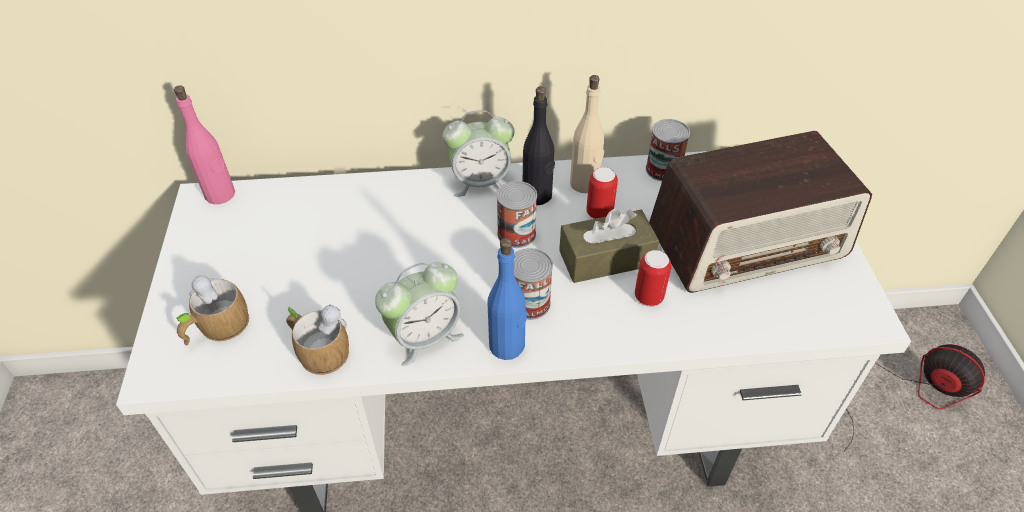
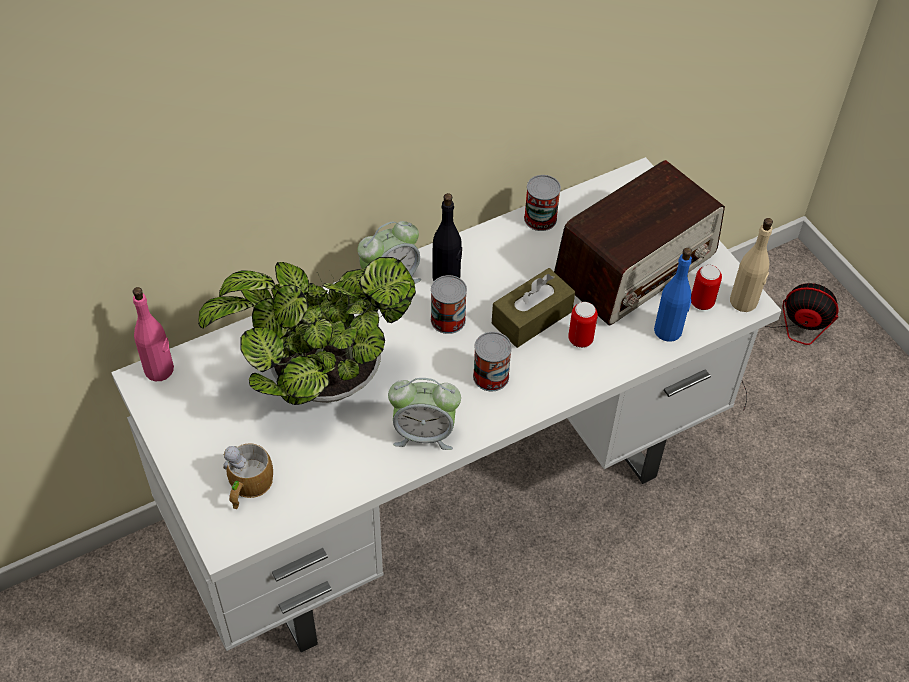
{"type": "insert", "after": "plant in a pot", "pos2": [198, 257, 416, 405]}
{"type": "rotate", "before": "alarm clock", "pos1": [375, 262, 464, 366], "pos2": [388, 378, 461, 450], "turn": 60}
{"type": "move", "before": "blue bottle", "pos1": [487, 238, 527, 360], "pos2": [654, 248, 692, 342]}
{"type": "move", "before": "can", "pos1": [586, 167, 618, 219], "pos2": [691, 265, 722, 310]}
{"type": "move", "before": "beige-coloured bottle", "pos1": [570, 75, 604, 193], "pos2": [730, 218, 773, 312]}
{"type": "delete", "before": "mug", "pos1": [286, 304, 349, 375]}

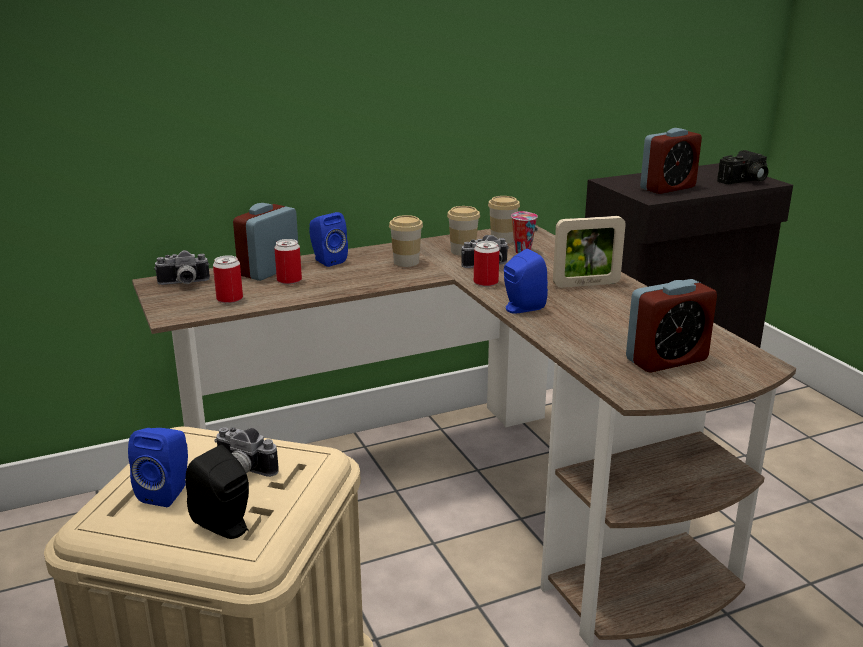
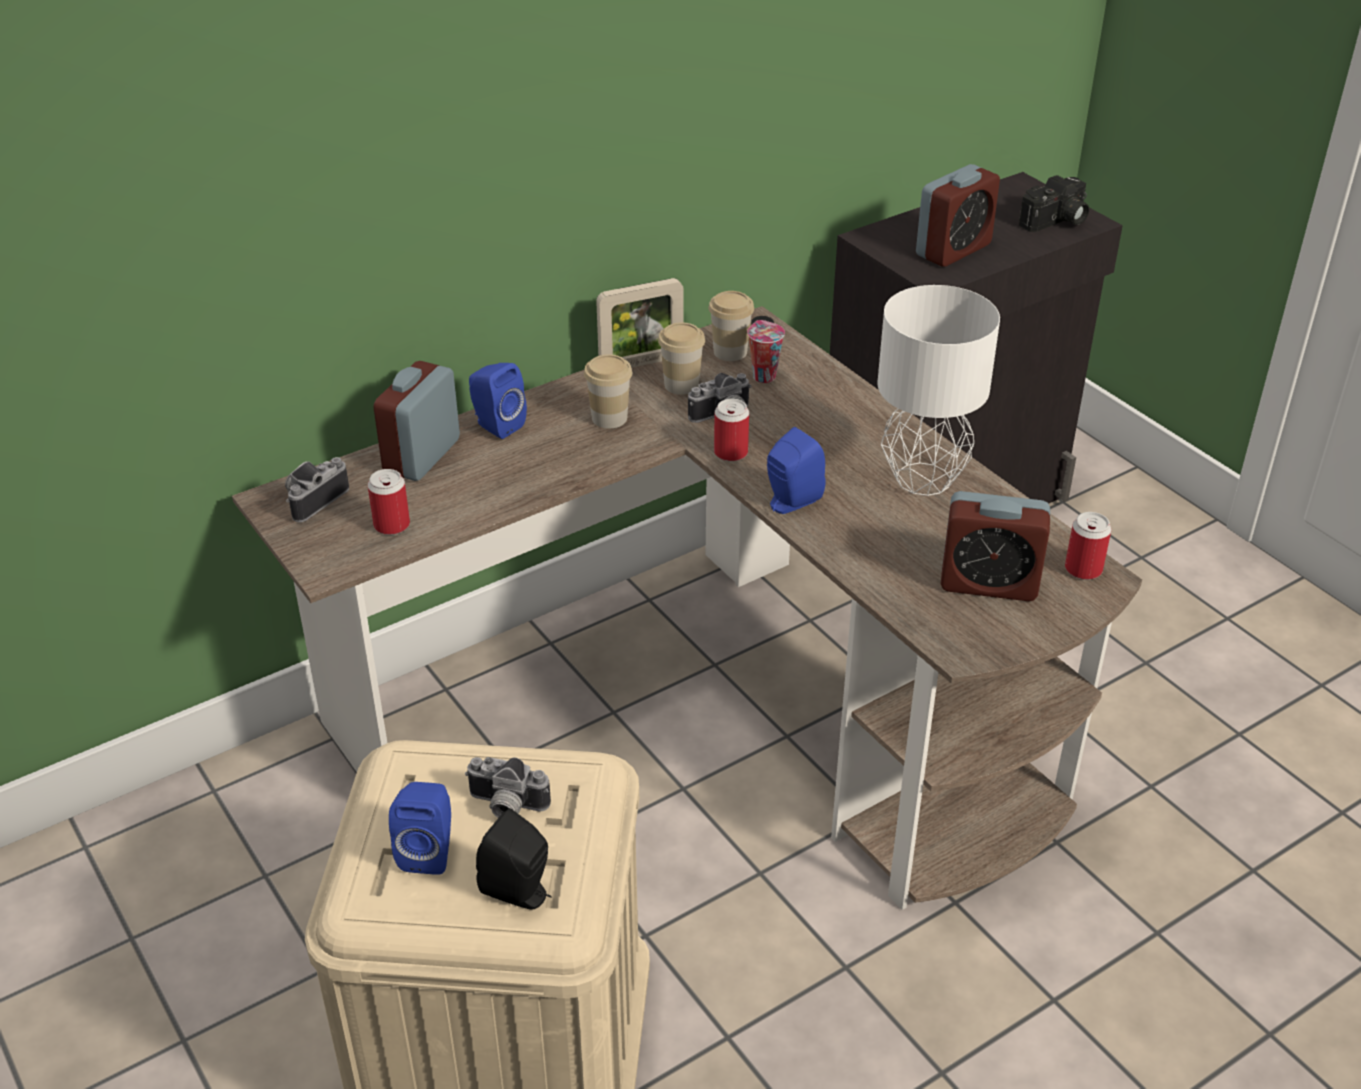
{"type": "rotate", "before": "still camera", "pos1": [154, 250, 210, 285], "pos2": [285, 457, 349, 522], "turn": 150}
{"type": "move", "before": "standing frame", "pos1": [553, 216, 626, 288], "pos2": [596, 278, 684, 368]}
{"type": "insert", "after": "white-coloured lamp for a table", "pos2": [877, 285, 1000, 496]}
{"type": "rotate", "before": "alarm clock", "pos1": [626, 279, 717, 372], "pos2": [940, 491, 1050, 601], "turn": 45}
{"type": "move", "before": "can", "pos1": [274, 239, 302, 285], "pos2": [1065, 512, 1111, 580]}

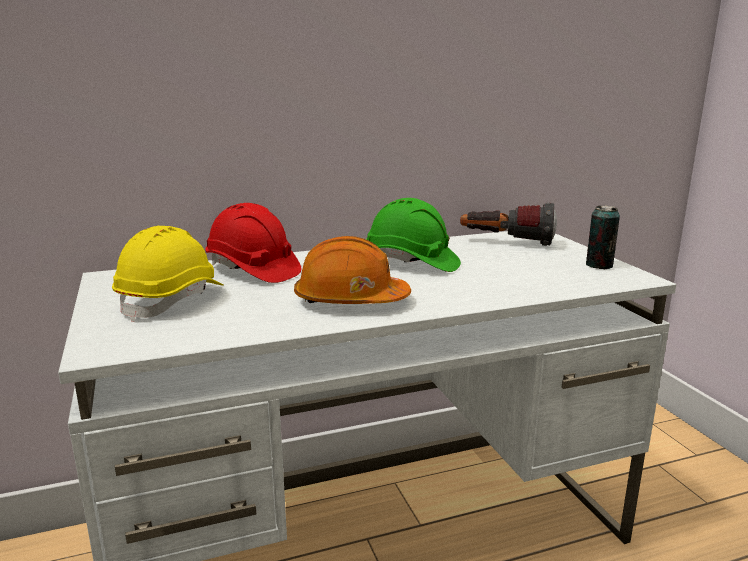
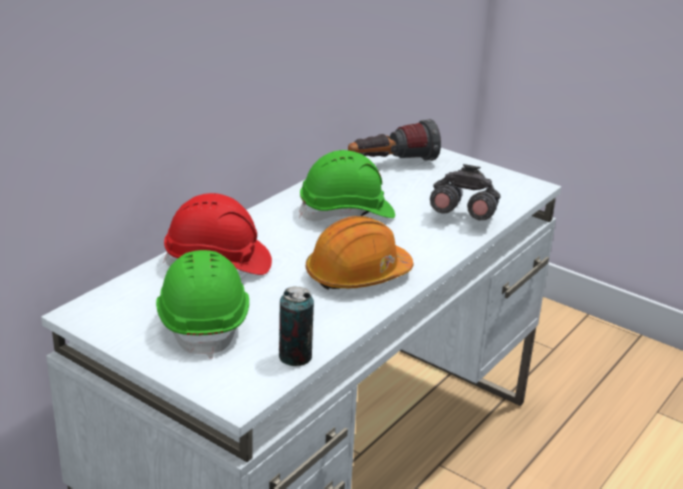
{"type": "recolor", "before": "yellow-coloured work helmet", "after": "green-coloured work helmet", "pos1": [112, 226, 224, 322], "pos2": [156, 250, 249, 358]}
{"type": "move", "before": "can", "pos1": [586, 205, 620, 269], "pos2": [279, 286, 314, 366]}
{"type": "insert", "after": "gray binoculars", "pos2": [430, 164, 501, 221]}

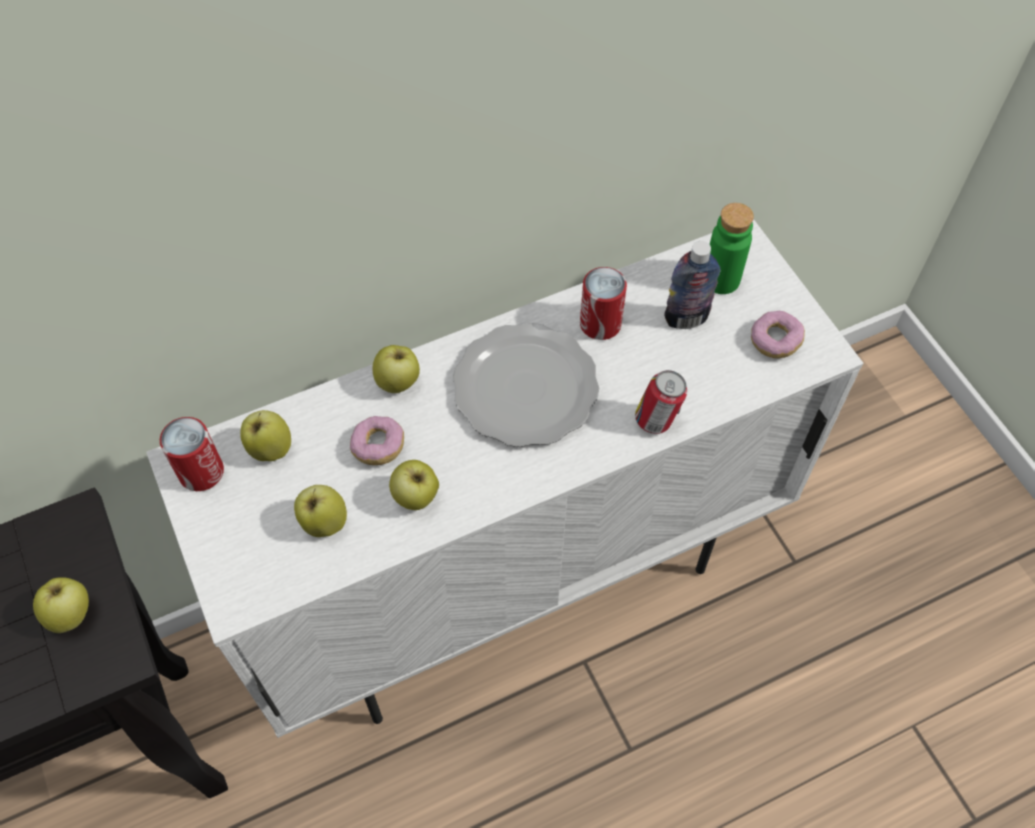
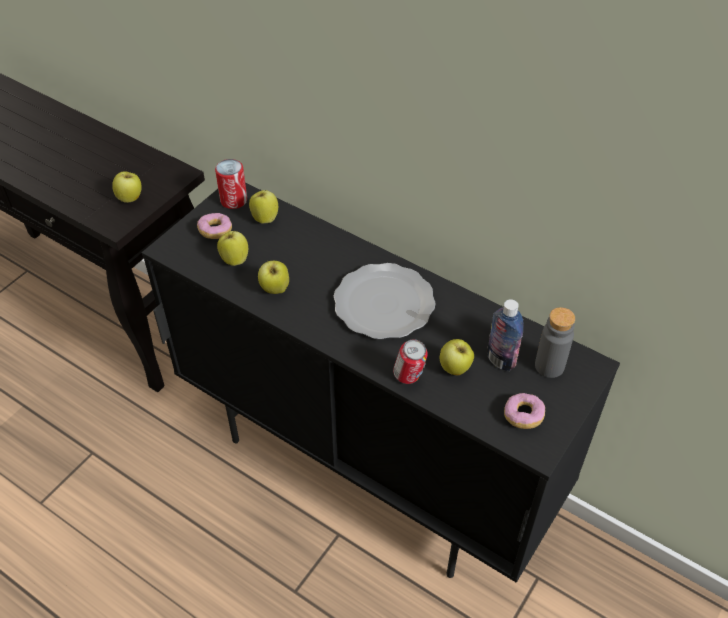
{"type": "recolor", "before": "white-coloured cabinet", "after": "black-coloured cabinet", "pos1": [146, 219, 863, 738], "pos2": [142, 183, 620, 582]}
{"type": "move", "before": "ring doughnut", "pos1": [350, 416, 404, 465], "pos2": [197, 213, 232, 239]}
{"type": "move", "before": "whole apple", "pos1": [372, 345, 420, 393], "pos2": [440, 339, 474, 375]}
{"type": "recolor", "before": "green-coloured bottle", "after": "gray bottle", "pos1": [710, 203, 754, 294], "pos2": [535, 307, 575, 378]}
{"type": "delete", "before": "can", "pos1": [580, 267, 627, 340]}

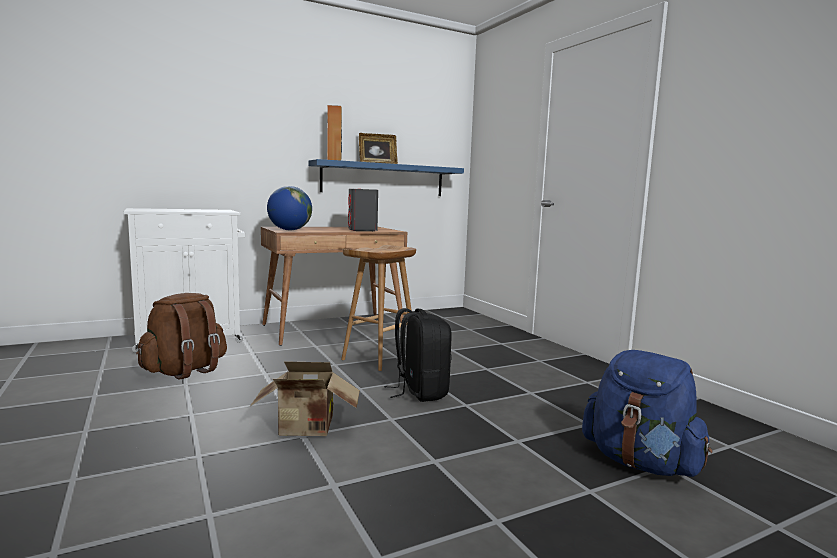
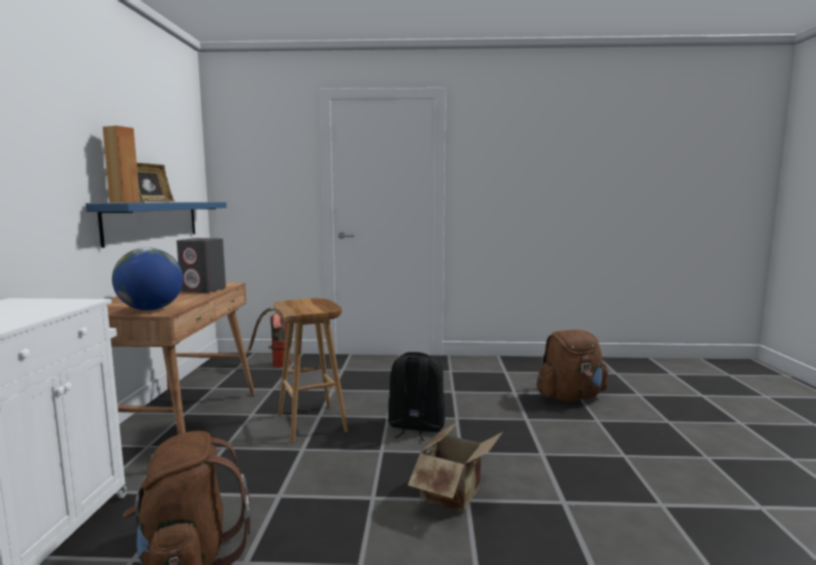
{"type": "insert", "after": "fire extinguisher", "pos2": [246, 307, 290, 368]}
{"type": "recolor", "before": "blue knapsack", "after": "brownish knapsack", "pos1": [582, 350, 712, 477], "pos2": [536, 330, 608, 402]}

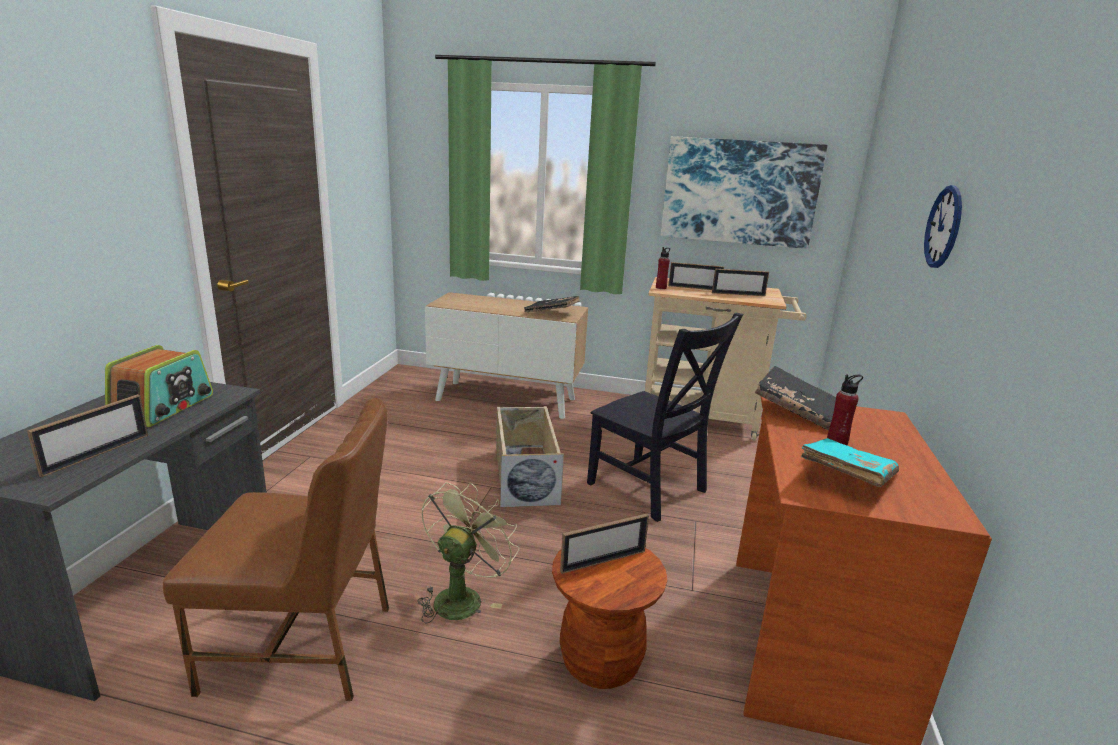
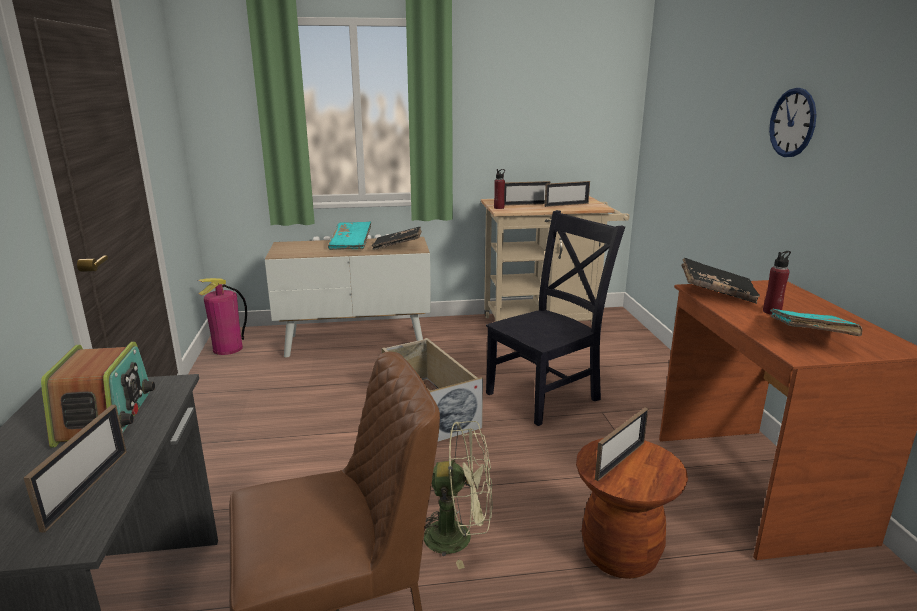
{"type": "insert", "after": "fire extinguisher", "pos2": [198, 278, 247, 355]}
{"type": "insert", "after": "turquoise bound book", "pos2": [328, 222, 371, 250]}
{"type": "rotate", "before": "green-coloured cooling fan", "pos1": [418, 483, 520, 624], "pos2": [424, 421, 492, 569], "turn": 90}
{"type": "rotate", "before": "black-coloured plain chair", "pos1": [587, 313, 743, 522], "pos2": [486, 210, 625, 426], "turn": -60}
{"type": "delete", "before": "wall picture", "pos1": [661, 136, 827, 249]}

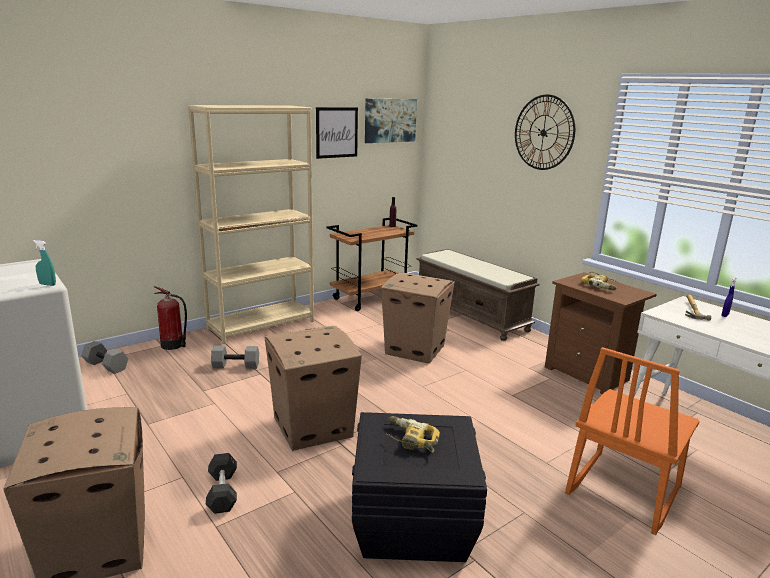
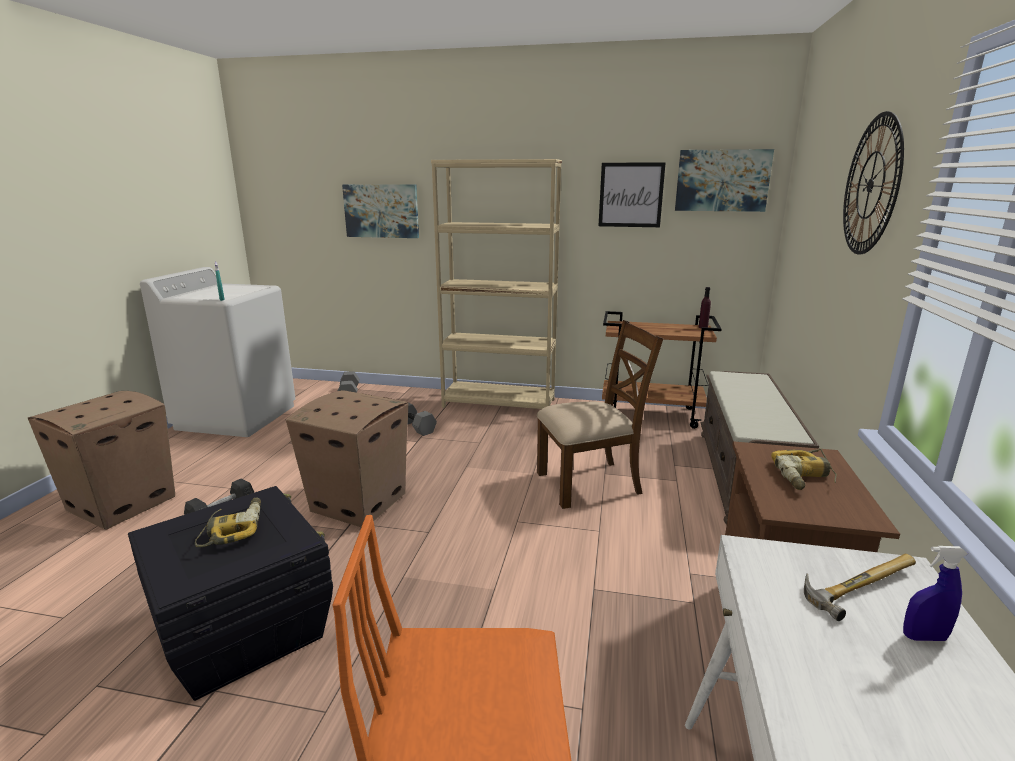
{"type": "insert", "after": "wall picture", "pos2": [342, 184, 419, 238]}
{"type": "replace", "before": "packing box", "after": "brownish plain chair", "pos1": [381, 272, 455, 364], "pos2": [537, 320, 663, 509]}
{"type": "delete", "before": "fire extinguisher", "pos1": [154, 286, 187, 350]}

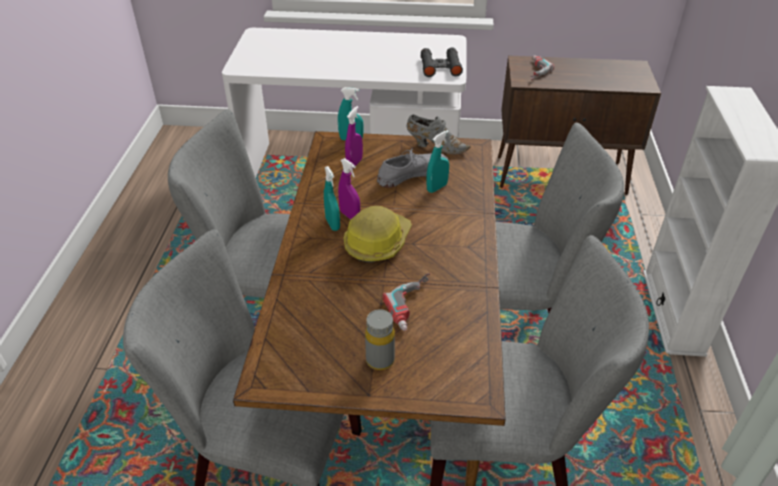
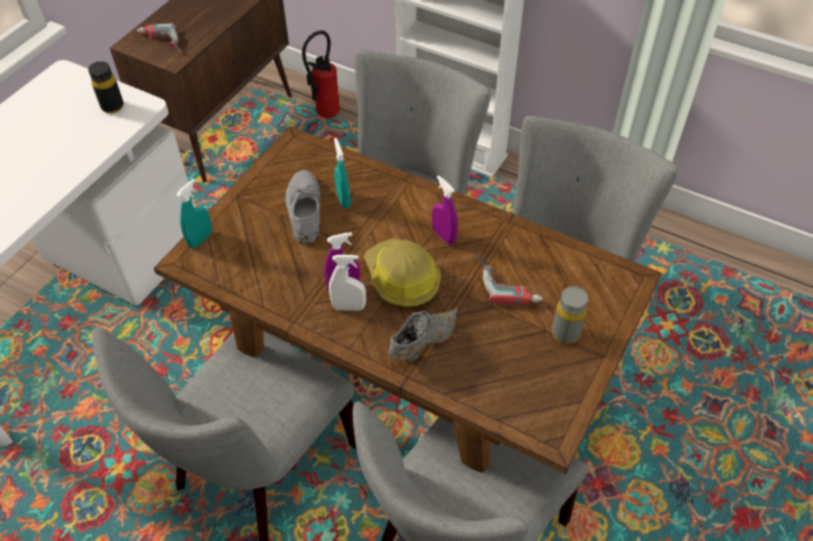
{"type": "replace", "before": "black-coloured binoculars", "after": "black-coloured bottle", "pos1": [420, 48, 463, 77], "pos2": [88, 61, 124, 114]}
{"type": "insert", "after": "fire extinguisher", "pos2": [302, 30, 340, 119]}
{"type": "recolor", "before": "turquoise hand sprayer", "after": "white-coloured hand sprayer", "pos1": [324, 166, 340, 231], "pos2": [329, 255, 366, 311]}
{"type": "move", "before": "gray item of footwear", "pos1": [407, 114, 471, 154], "pos2": [389, 307, 458, 362]}
{"type": "move", "before": "purple-coloured hand sprayer", "pos1": [345, 106, 363, 169], "pos2": [432, 175, 458, 245]}

